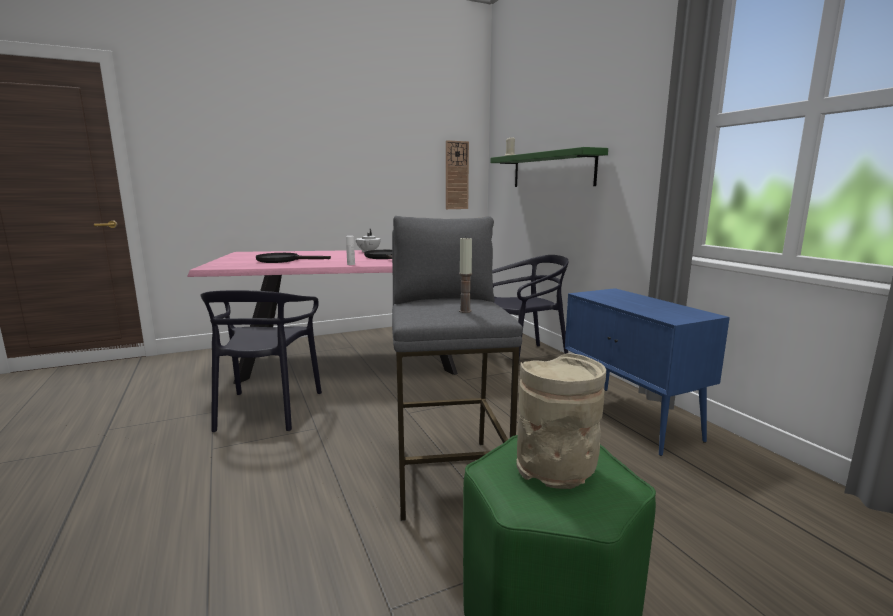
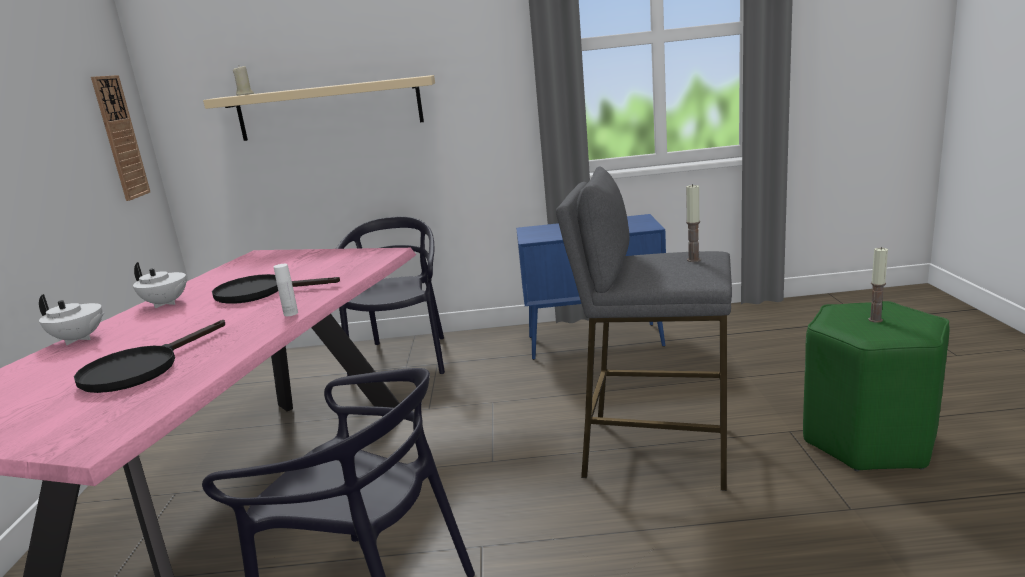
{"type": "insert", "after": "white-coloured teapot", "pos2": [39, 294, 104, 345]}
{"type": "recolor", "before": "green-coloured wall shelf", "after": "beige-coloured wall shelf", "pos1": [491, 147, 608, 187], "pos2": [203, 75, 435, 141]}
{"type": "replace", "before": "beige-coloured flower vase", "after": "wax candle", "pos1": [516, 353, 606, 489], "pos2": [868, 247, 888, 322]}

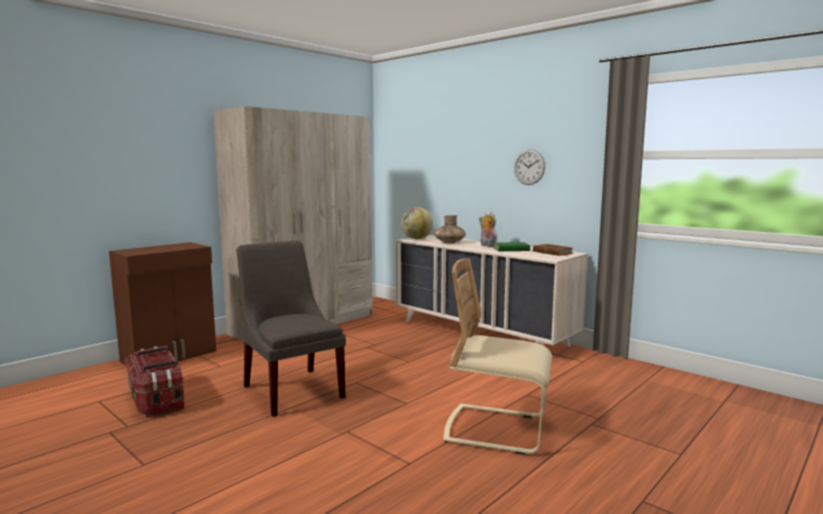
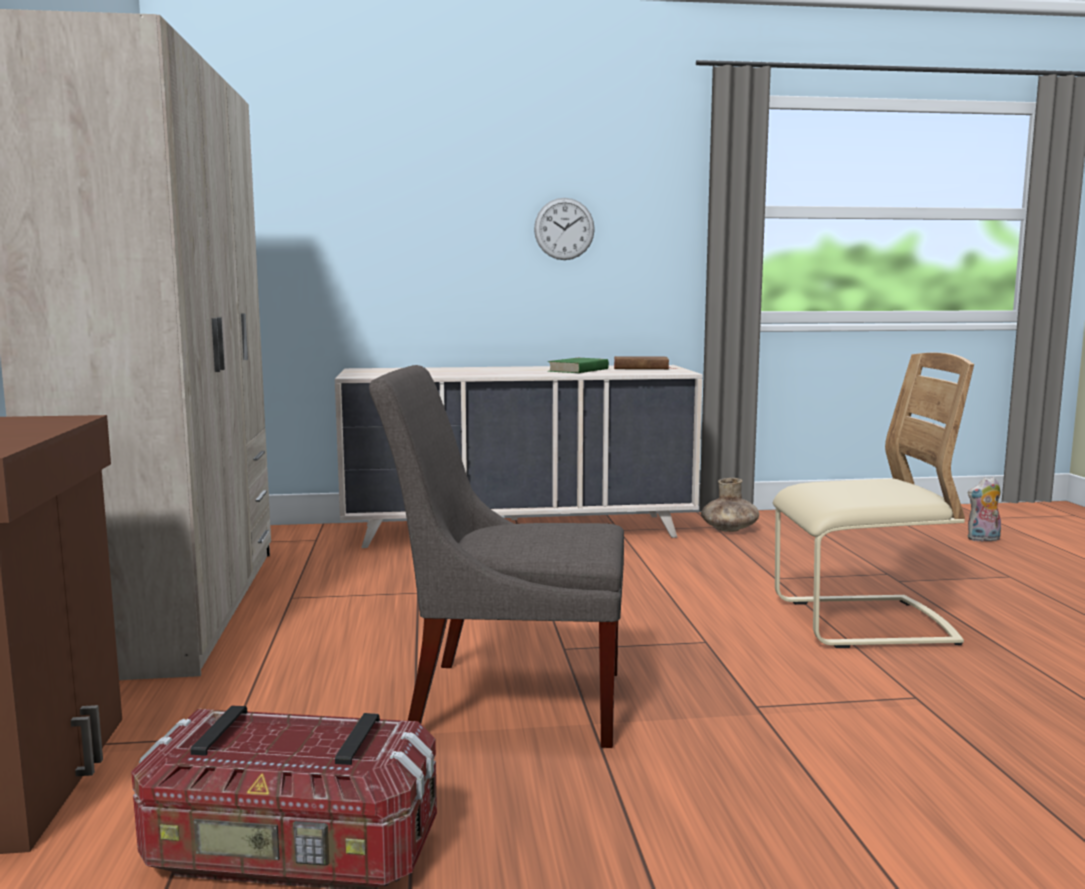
{"type": "move", "before": "brownish flower vase", "pos1": [435, 215, 466, 243], "pos2": [701, 478, 759, 532]}
{"type": "rotate", "before": "beige-coloured plain chair", "pos1": [443, 258, 552, 455], "pos2": [773, 353, 974, 648], "turn": -150}
{"type": "move", "before": "soft toy", "pos1": [479, 211, 497, 247], "pos2": [968, 477, 1001, 542]}
{"type": "delete", "before": "globe", "pos1": [401, 207, 433, 239]}

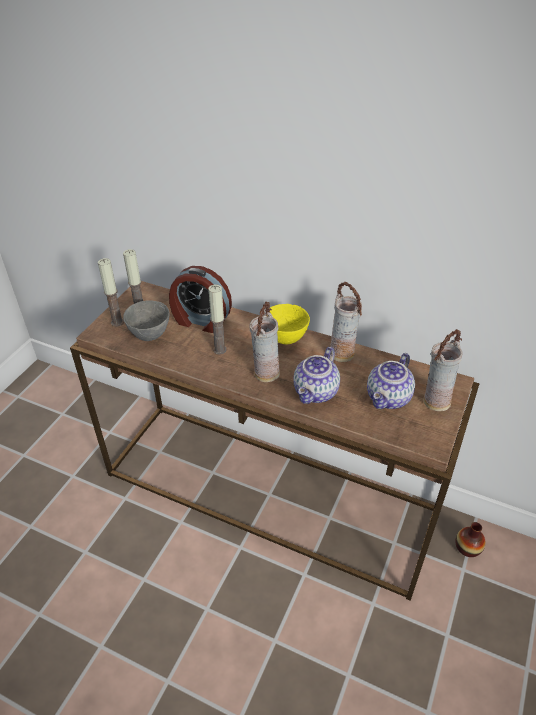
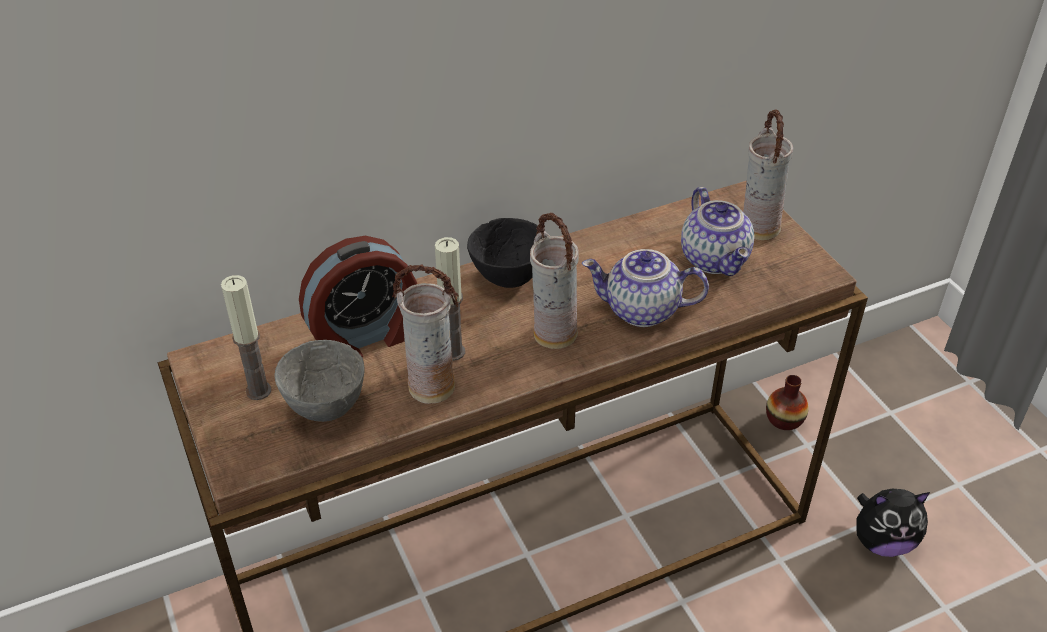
{"type": "move", "before": "flower vase", "pos1": [330, 282, 362, 362], "pos2": [392, 265, 458, 404]}
{"type": "recolor", "before": "yellow-coloured bowl", "after": "black-coloured bowl", "pos1": [270, 304, 310, 345], "pos2": [467, 218, 542, 288]}
{"type": "rotate", "before": "teapot", "pos1": [293, 347, 340, 404], "pos2": [582, 249, 709, 327], "turn": 120}
{"type": "insert", "after": "soft toy", "pos2": [856, 489, 930, 557]}
{"type": "delete", "before": "wax candle", "pos1": [98, 258, 124, 327]}

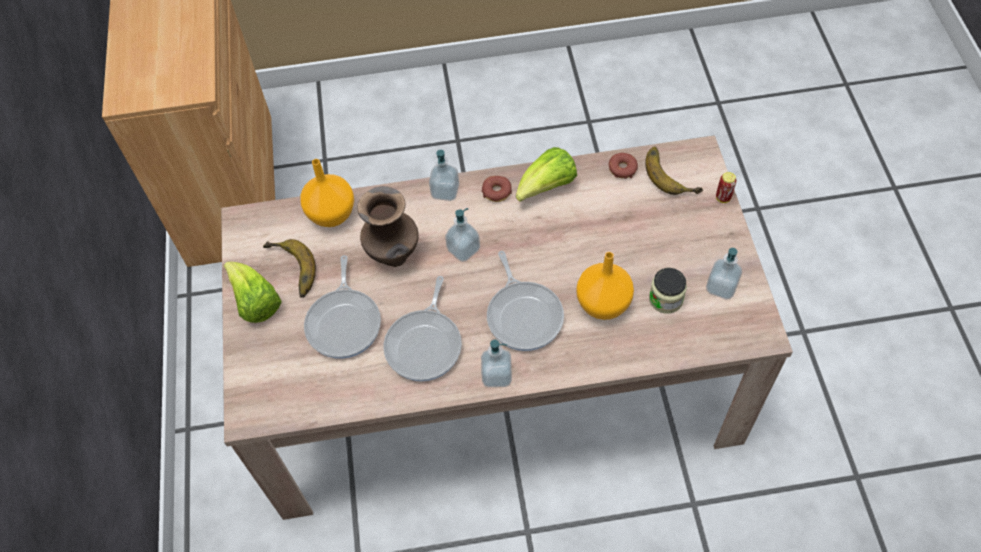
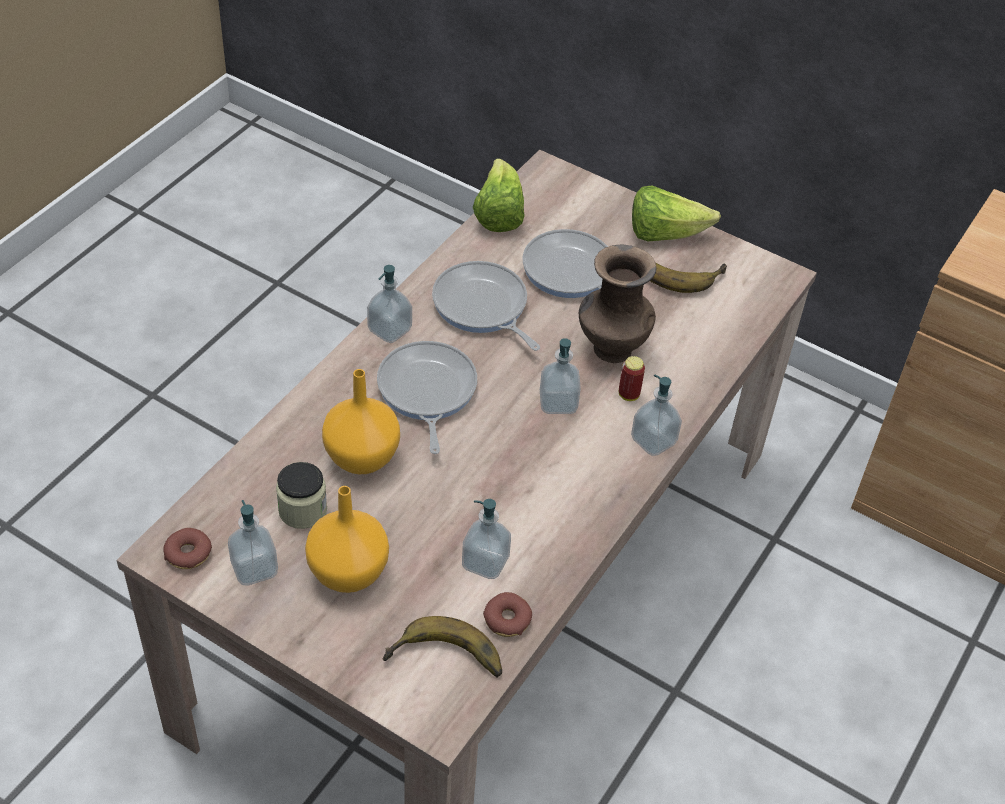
{"type": "move", "before": "ring doughnut", "pos1": [482, 176, 512, 202], "pos2": [163, 528, 212, 569]}
{"type": "move", "before": "orange-coloured flower vase", "pos1": [301, 159, 354, 227], "pos2": [305, 486, 389, 593]}
{"type": "rotate", "before": "skillet", "pos1": [487, 251, 564, 351], "pos2": [377, 341, 477, 454], "turn": 60}
{"type": "insert", "after": "soap bottle", "pos2": [462, 499, 511, 579]}
{"type": "move", "before": "lettuce head", "pos1": [516, 147, 577, 202], "pos2": [473, 159, 525, 232]}
{"type": "move", "before": "can", "pos1": [716, 172, 737, 203], "pos2": [619, 356, 645, 401]}

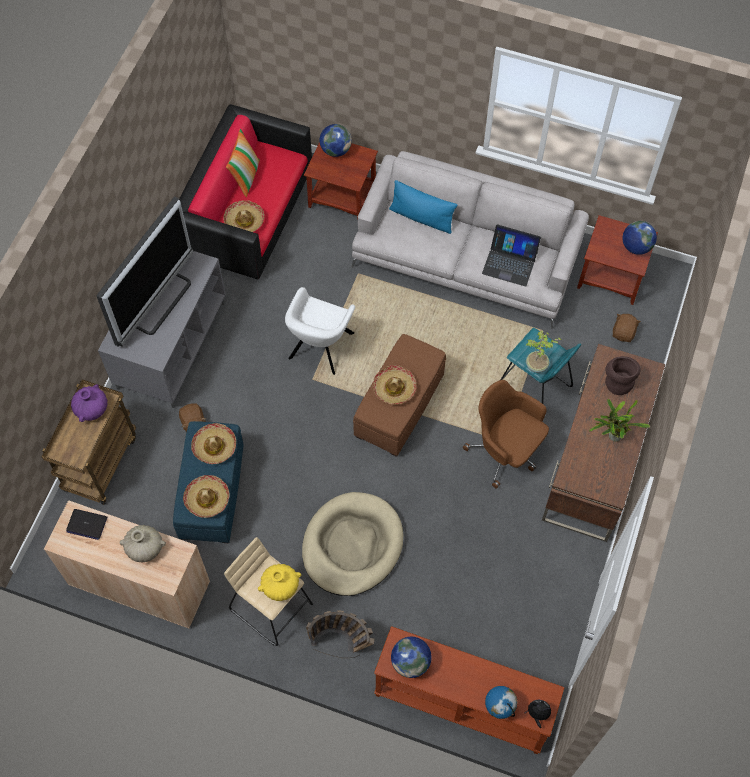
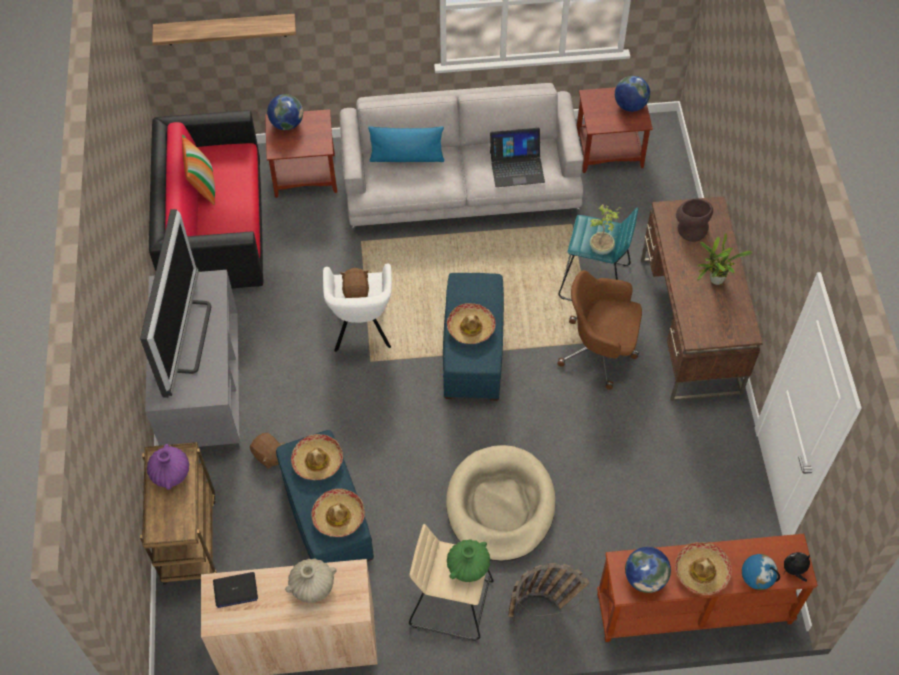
{"type": "insert", "after": "wall shelf", "pos2": [152, 14, 296, 45]}
{"type": "move", "before": "brownish soft toy", "pos1": [613, 314, 641, 342], "pos2": [340, 268, 369, 298]}
{"type": "recolor", "before": "brownish footrest", "after": "blue footrest", "pos1": [353, 334, 446, 457], "pos2": [443, 273, 504, 401]}
{"type": "recolor", "before": "yellow-coloured flower vase", "after": "green-coloured flower vase", "pos1": [258, 564, 301, 601], "pos2": [447, 539, 490, 582]}
{"type": "move", "before": "wearable hat", "pos1": [223, 200, 264, 232], "pos2": [675, 542, 732, 595]}

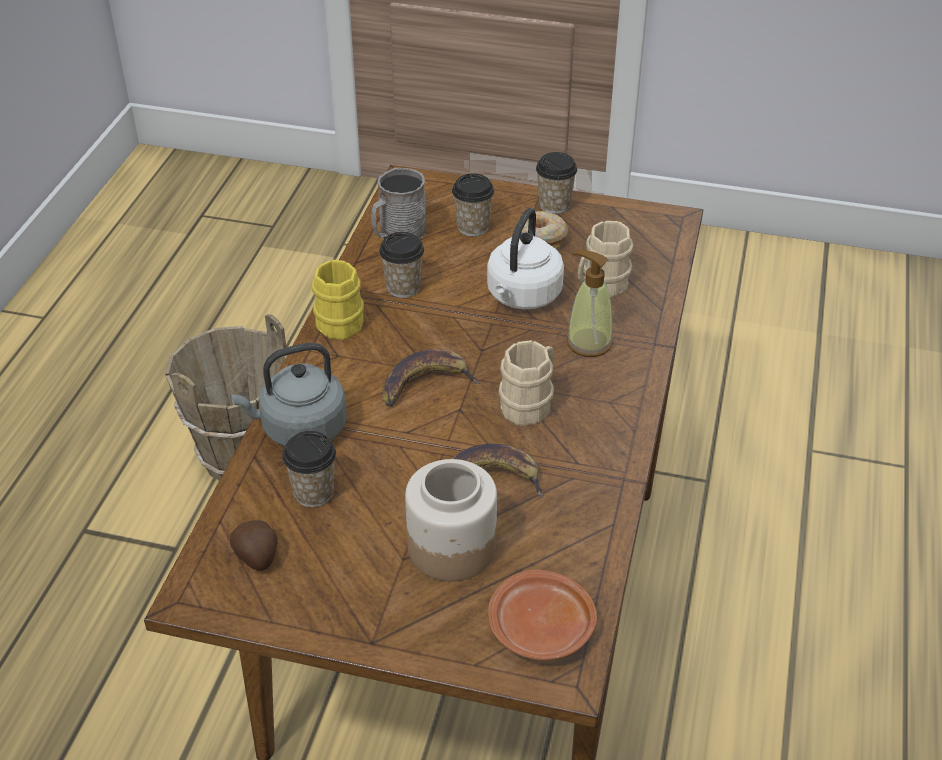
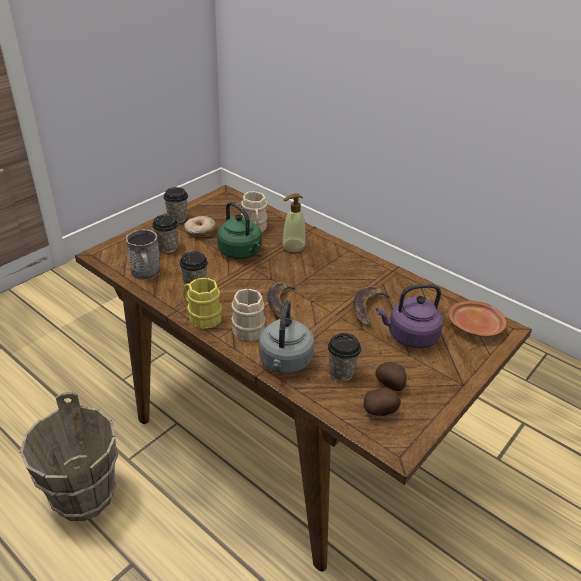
{"type": "recolor", "before": "white-coloured water kettle", "after": "green-coloured water kettle", "pos1": [487, 208, 564, 309], "pos2": [217, 201, 262, 259]}
{"type": "move", "before": "beige-coloured mug", "pos1": [498, 340, 554, 426], "pos2": [231, 289, 265, 341]}
{"type": "insert", "after": "whole potato", "pos2": [375, 362, 407, 391]}
{"type": "replace", "before": "storage jar", "after": "purple-coloured water kettle", "pos1": [405, 459, 497, 581], "pos2": [376, 283, 444, 348]}

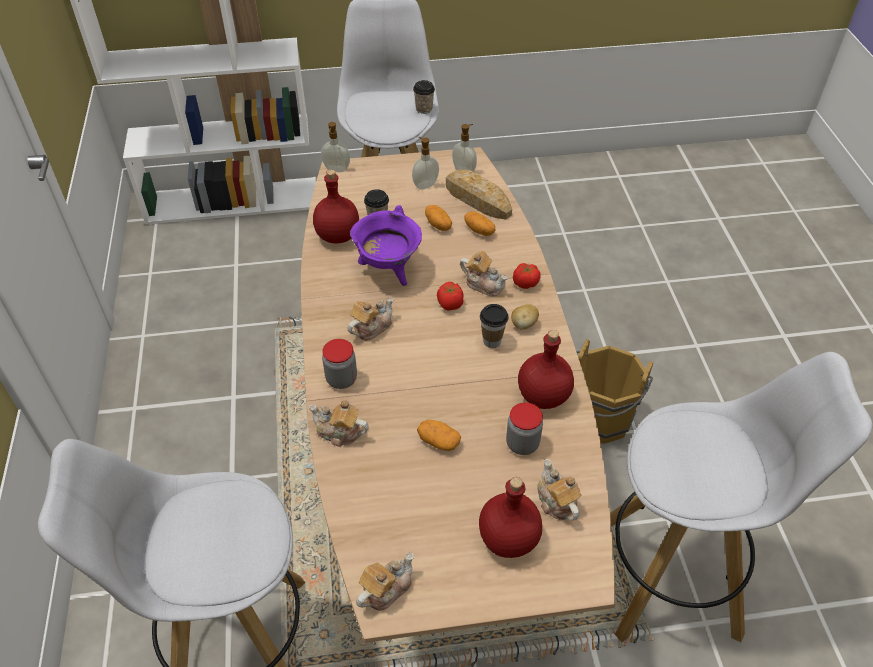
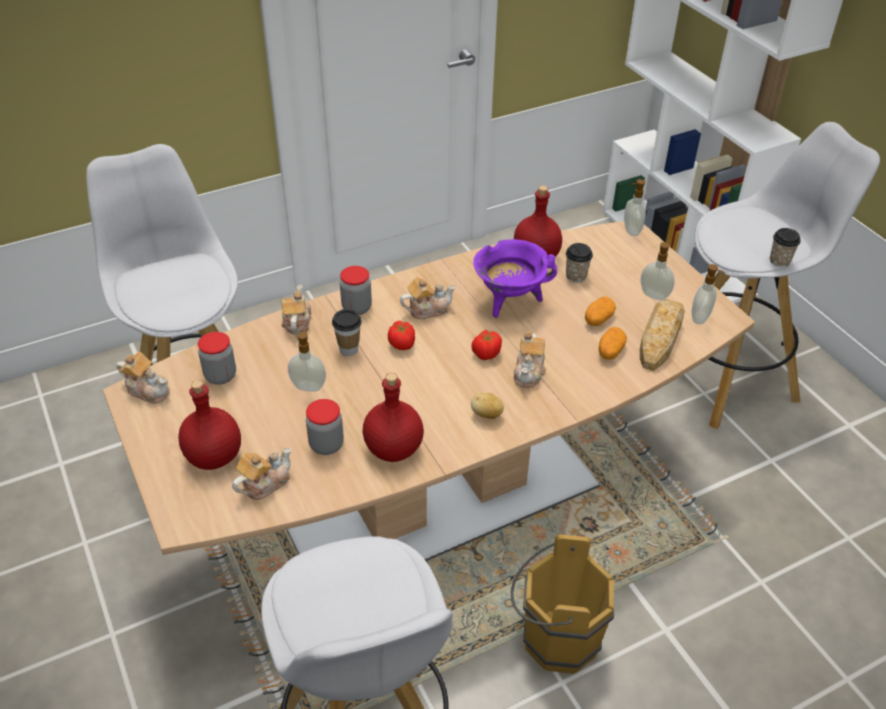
{"type": "insert", "after": "storage jar", "pos2": [198, 332, 236, 385]}
{"type": "replace", "before": "whole potato", "after": "soap bottle", "pos1": [417, 420, 461, 451], "pos2": [288, 328, 326, 392]}
{"type": "move", "before": "small cup", "pos1": [480, 304, 509, 348], "pos2": [332, 309, 362, 356]}
{"type": "move", "before": "tomato", "pos1": [513, 263, 541, 289], "pos2": [388, 321, 415, 350]}
{"type": "rotate", "before": "teapot", "pos1": [347, 297, 393, 341], "pos2": [400, 277, 456, 319], "turn": -45}

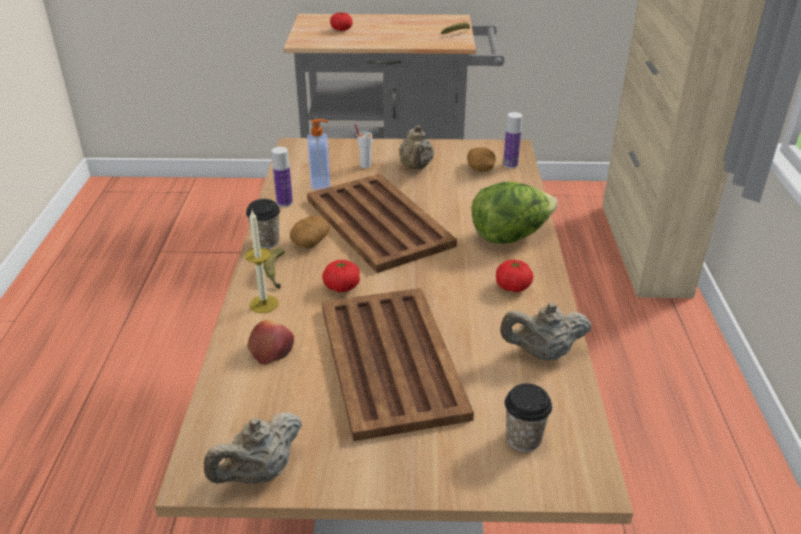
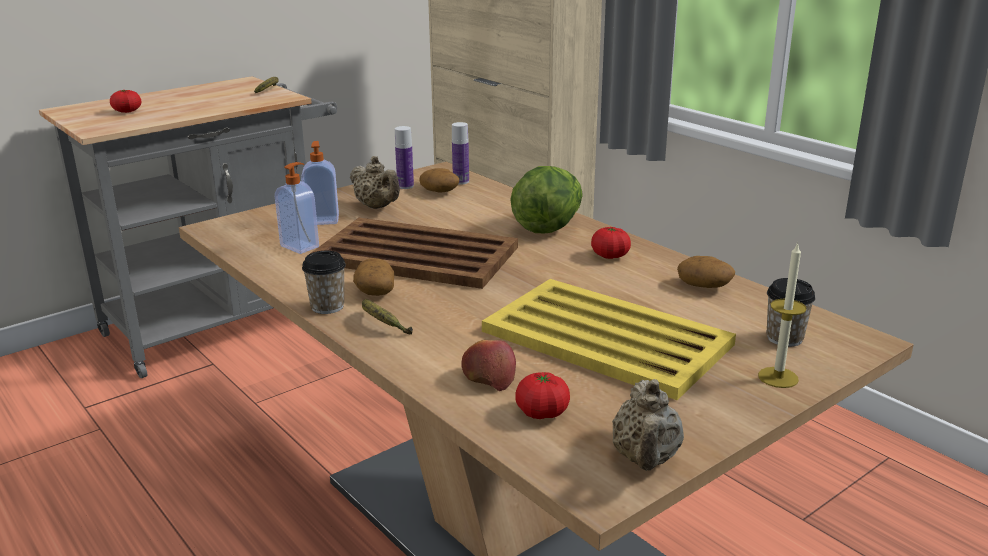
{"type": "replace", "before": "white-coloured small cup", "after": "soap bottle", "pos1": [355, 124, 372, 168], "pos2": [301, 141, 339, 225]}
{"type": "move", "before": "bottle", "pos1": [272, 147, 293, 207], "pos2": [395, 126, 414, 189]}
{"type": "recolor", "before": "brownish serving tray", "after": "yellow-coloured serving tray", "pos1": [322, 288, 474, 442], "pos2": [482, 279, 736, 400]}
{"type": "move", "before": "tomato", "pos1": [322, 260, 360, 292], "pos2": [516, 372, 570, 419]}
{"type": "replace", "before": "beige-coloured teapot", "after": "whole potato", "pos1": [500, 303, 592, 361], "pos2": [677, 256, 735, 288]}
{"type": "move", "before": "wax candle", "pos1": [245, 211, 279, 313], "pos2": [758, 242, 807, 388]}

